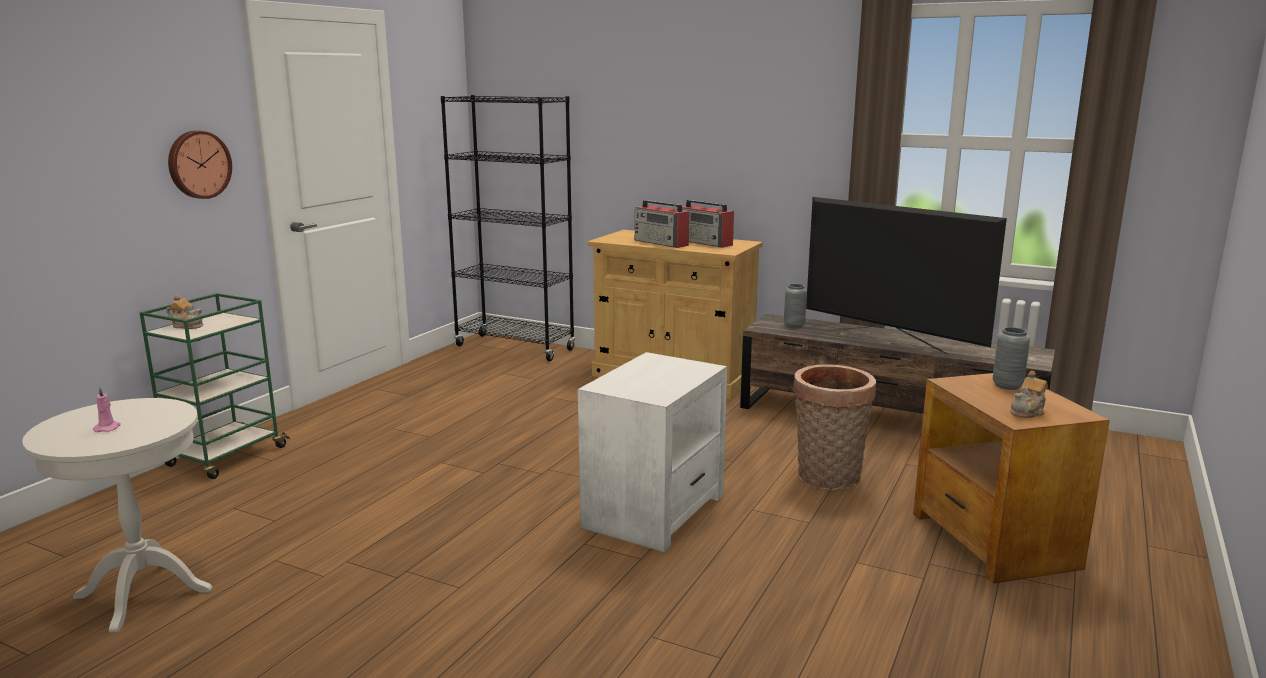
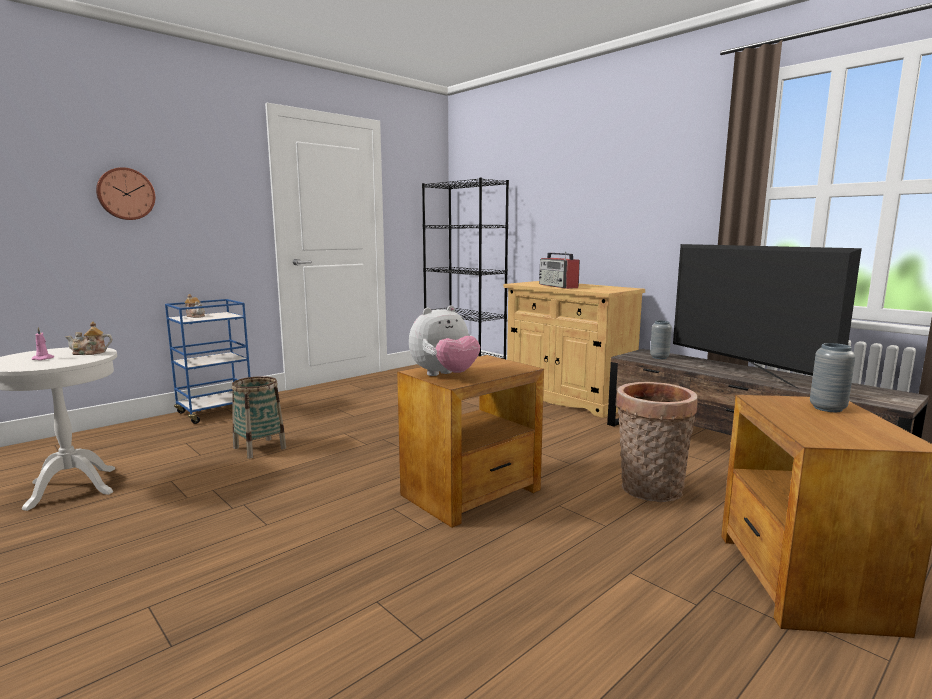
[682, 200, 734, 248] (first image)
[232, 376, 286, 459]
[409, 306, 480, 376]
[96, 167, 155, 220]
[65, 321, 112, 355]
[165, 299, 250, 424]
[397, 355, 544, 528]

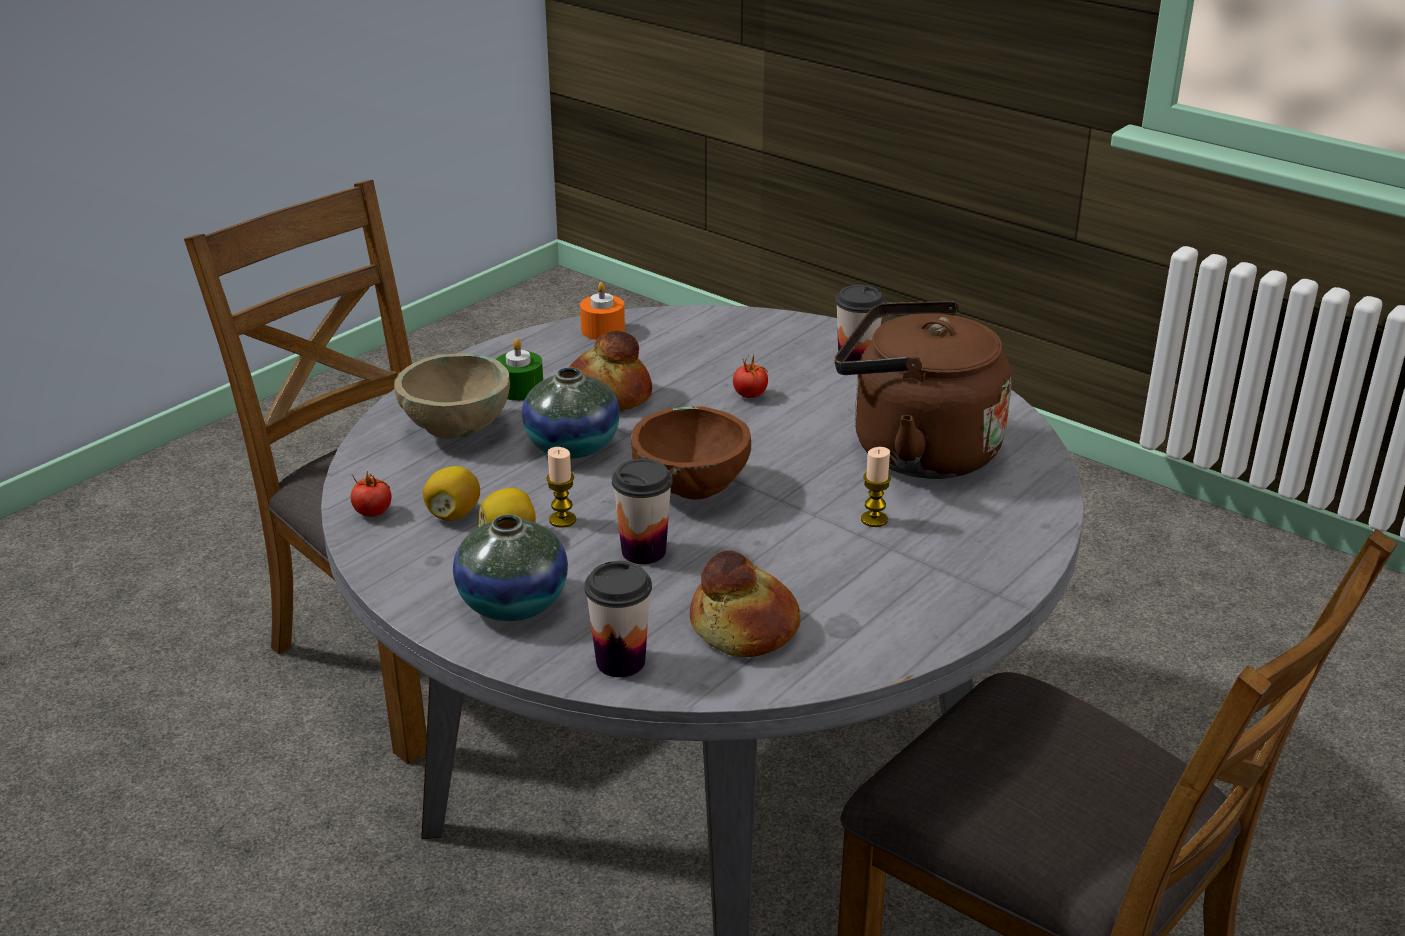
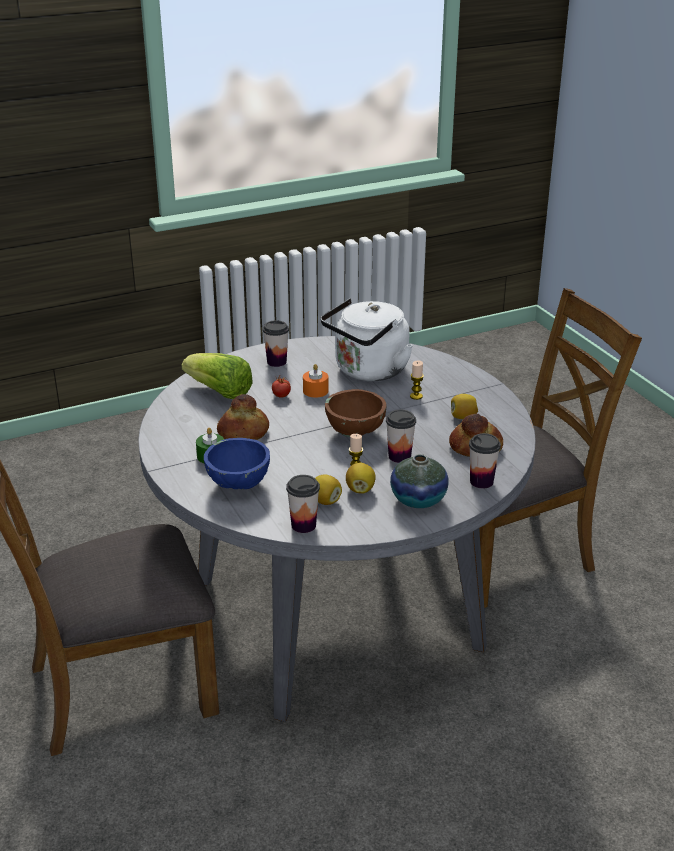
[522, 367, 620, 459] (first image)
[182, 353, 253, 399]
[451, 394, 478, 419]
[303, 364, 329, 398]
[286, 475, 320, 533]
[204, 438, 270, 489]
[321, 298, 413, 381]

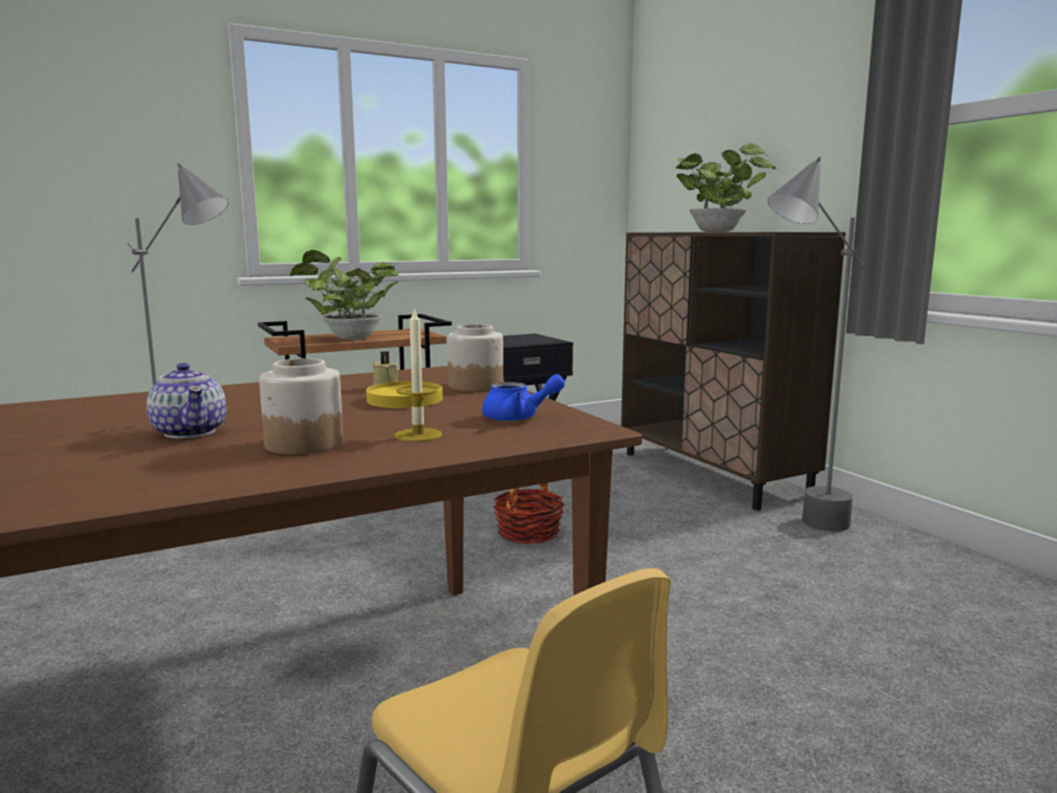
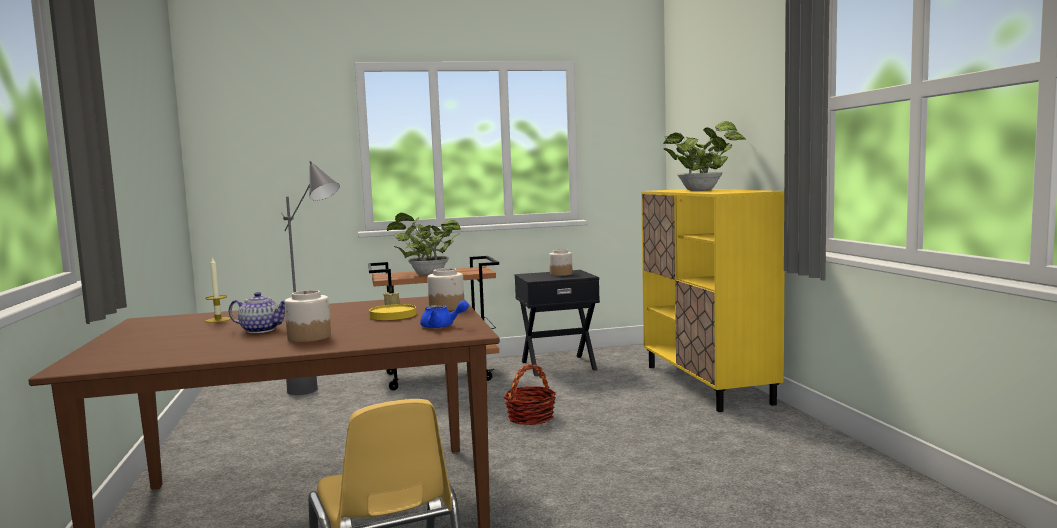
[768, 157, 869, 531] (first image)
[549, 249, 573, 276]
[205, 256, 231, 323]
[641, 189, 784, 412]
[228, 292, 285, 333]

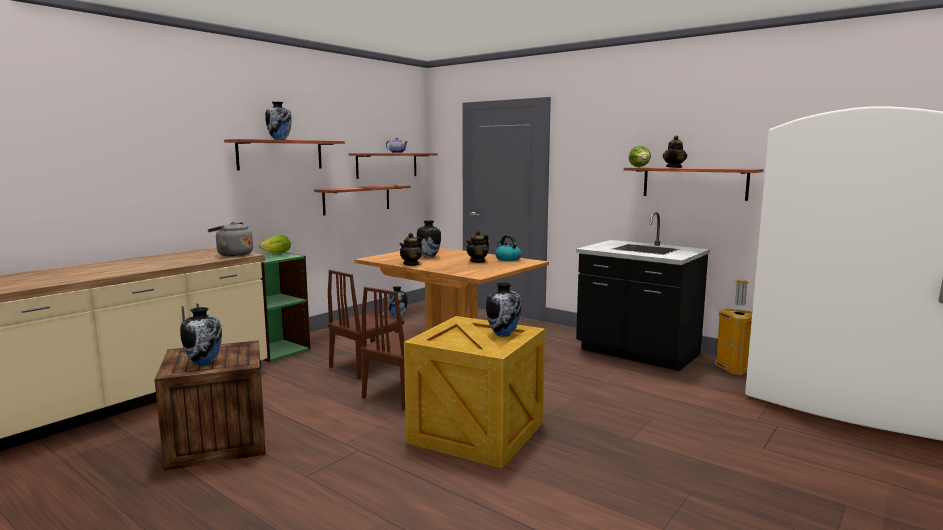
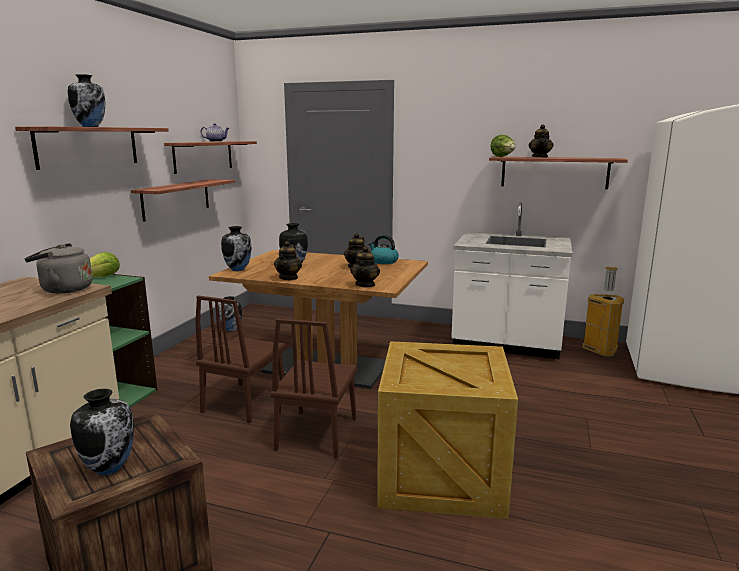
[350, 246, 380, 288]
[221, 226, 252, 271]
[451, 202, 572, 359]

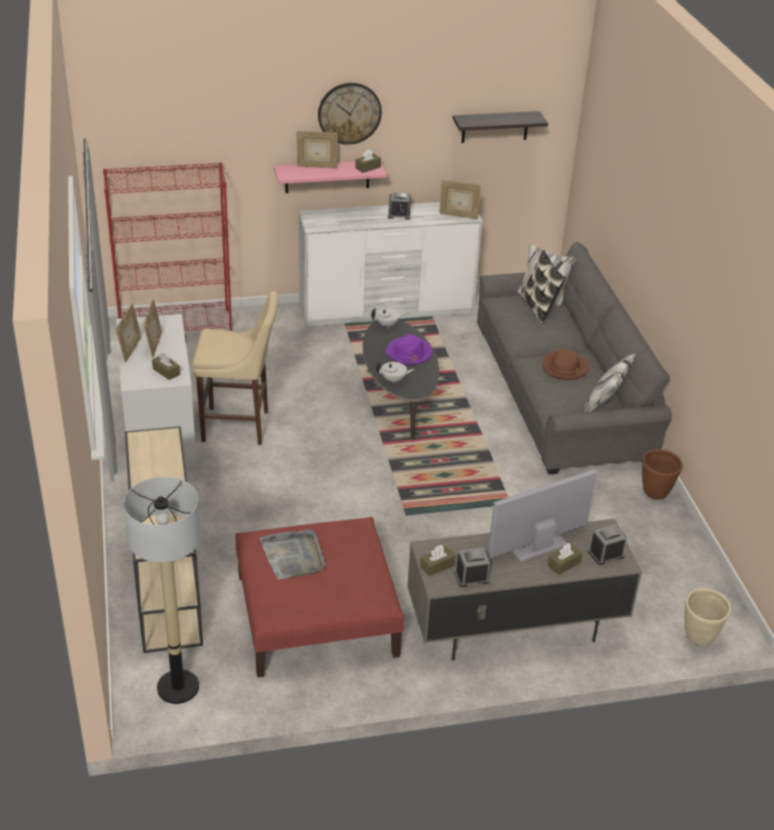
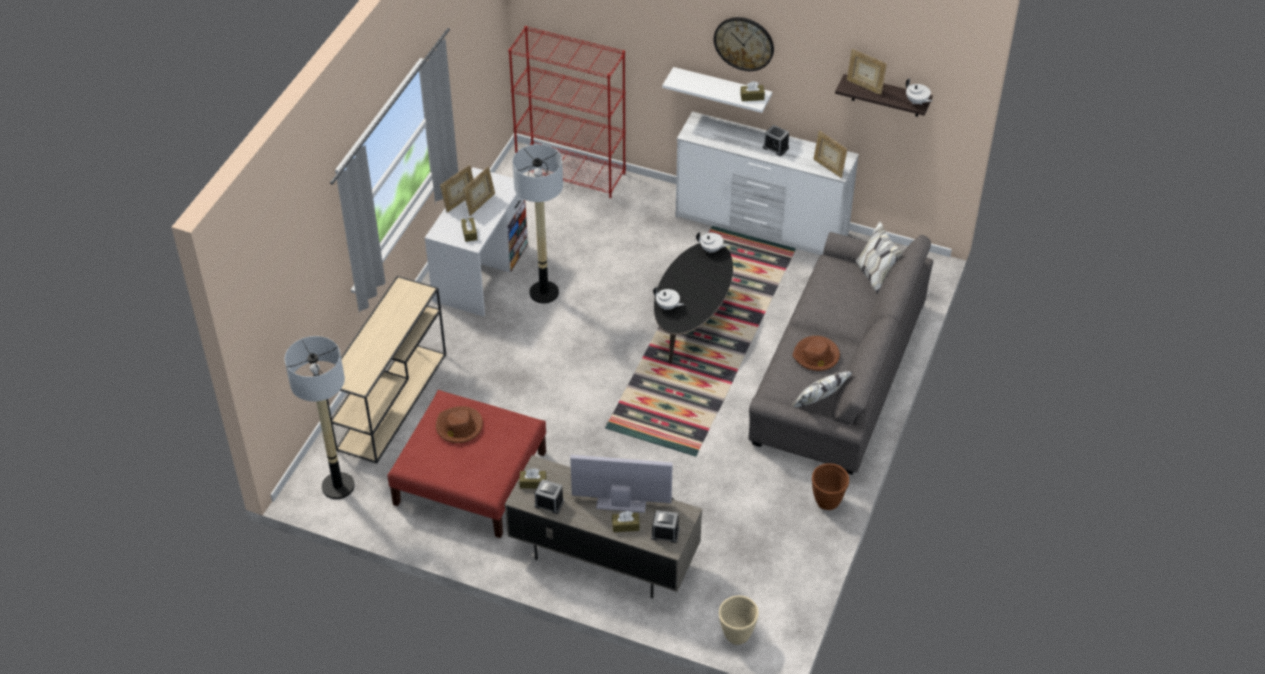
[385, 334, 433, 365] (first image)
[520, 250, 566, 324] (first image)
[906, 78, 933, 105]
[847, 49, 887, 95]
[512, 144, 563, 304]
[436, 406, 483, 443]
[662, 67, 772, 113]

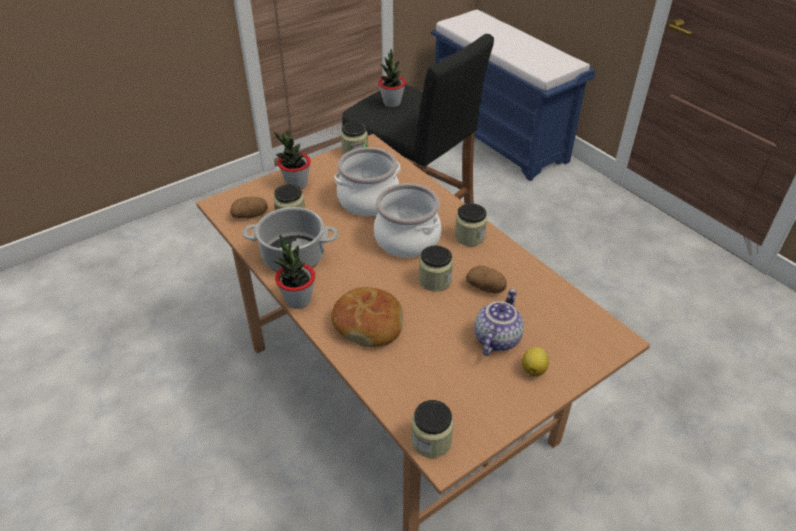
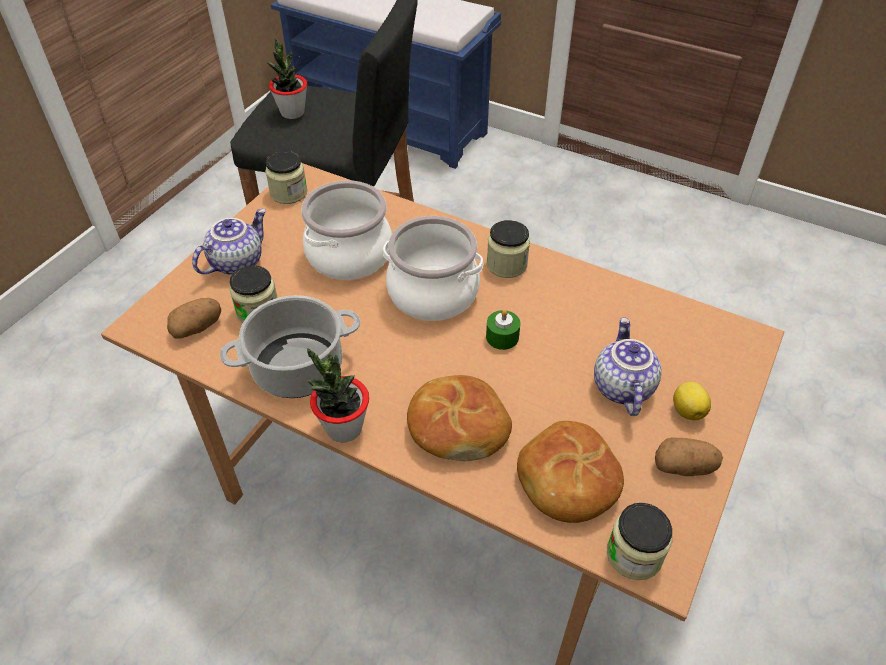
[517, 421, 624, 523]
[655, 438, 723, 476]
[192, 209, 266, 275]
[486, 309, 520, 350]

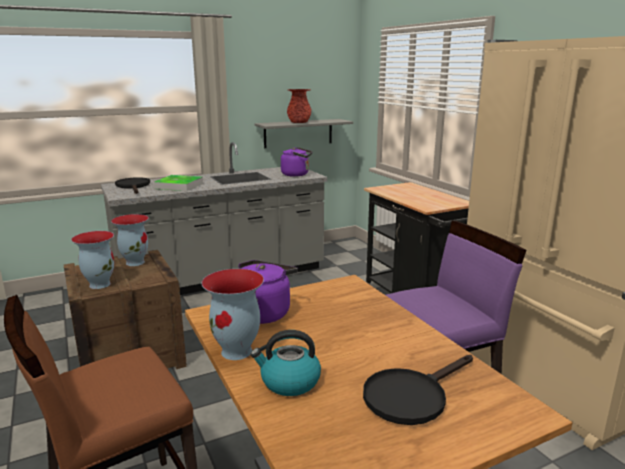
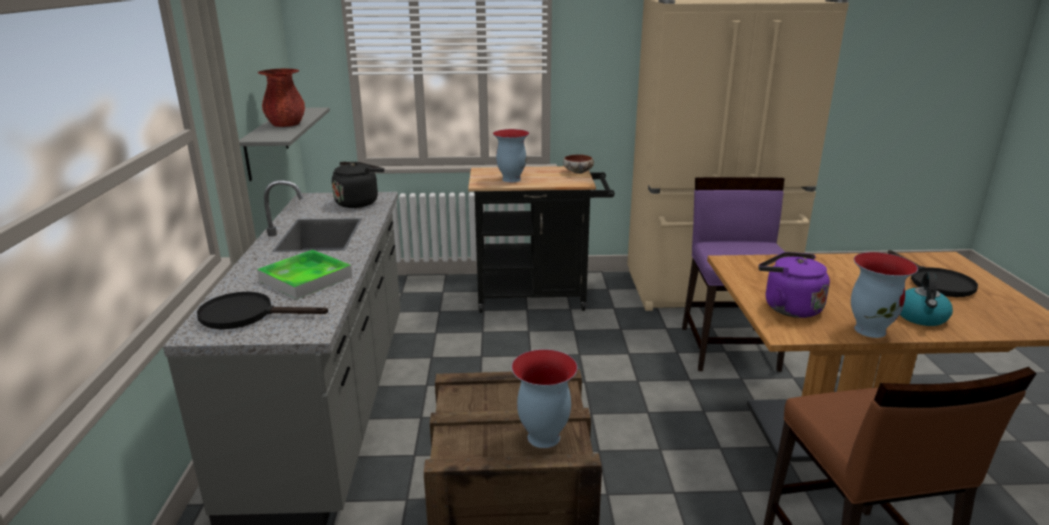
[563, 154, 594, 174]
[493, 129, 529, 182]
[332, 162, 384, 208]

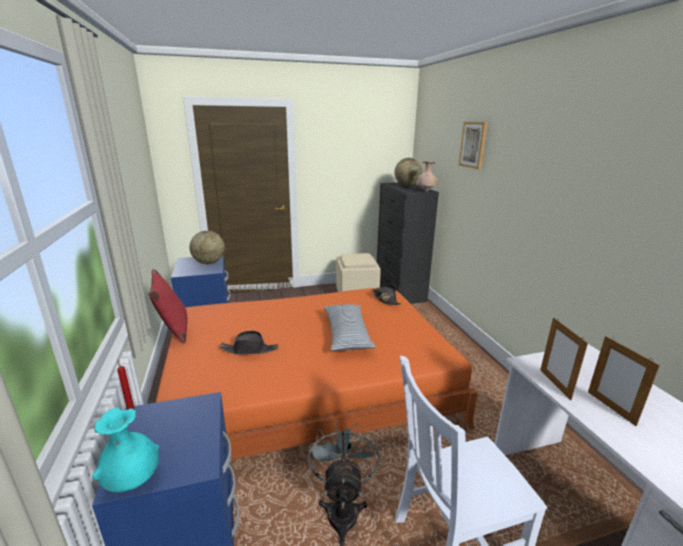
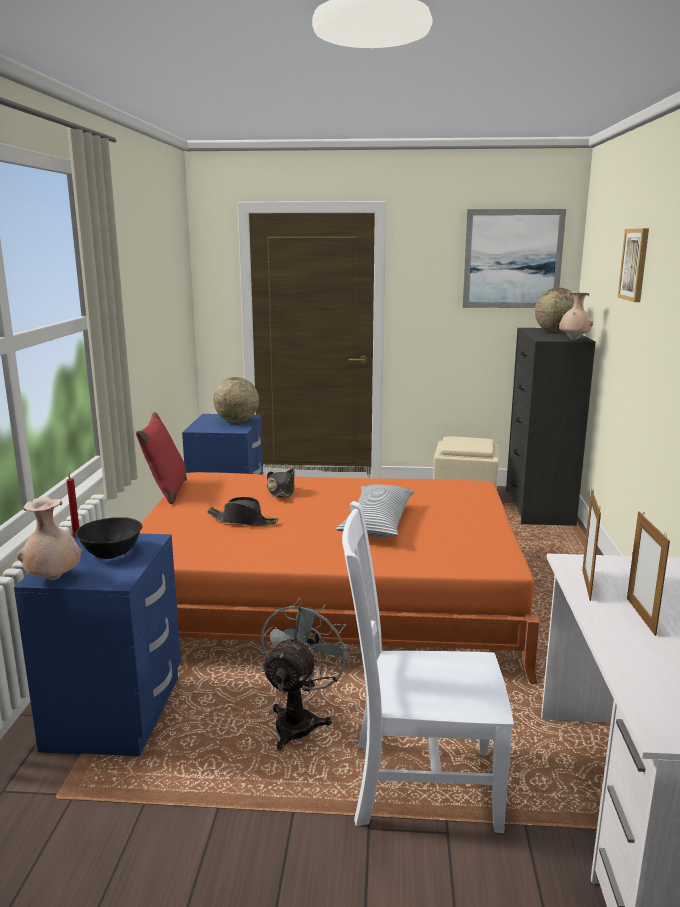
[75, 517, 143, 559]
[463, 209, 566, 308]
[267, 469, 294, 498]
[17, 497, 82, 580]

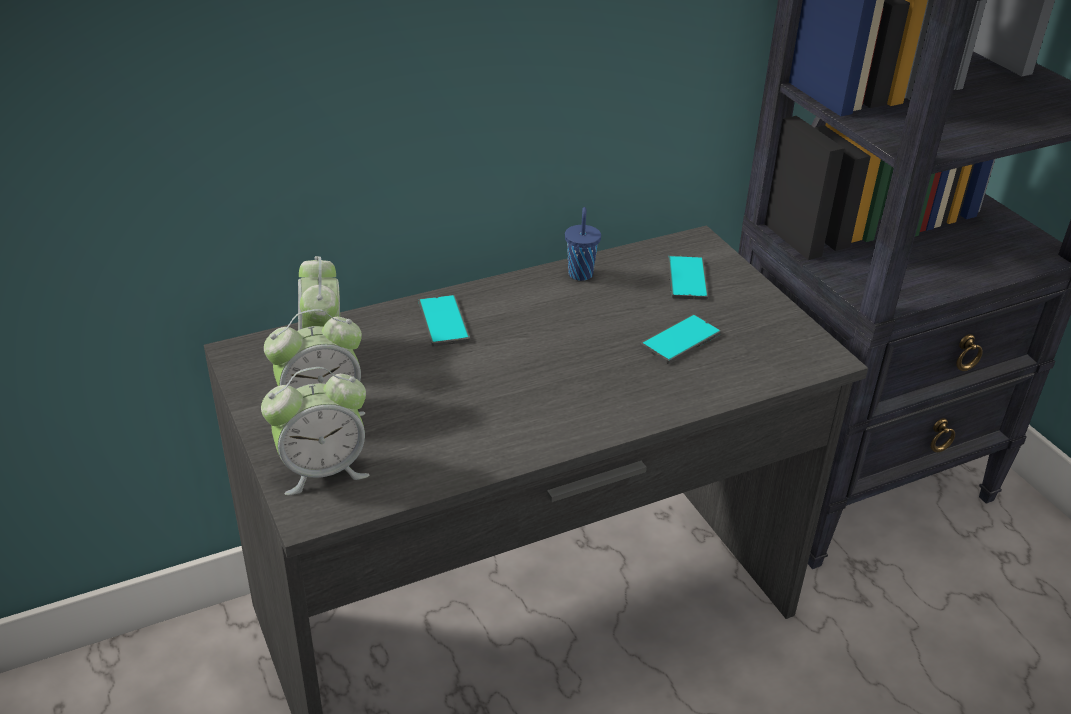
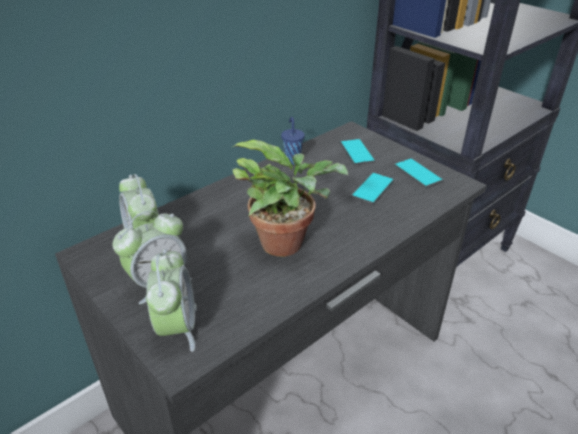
[232, 139, 348, 257]
[394, 158, 444, 189]
[146, 249, 197, 352]

